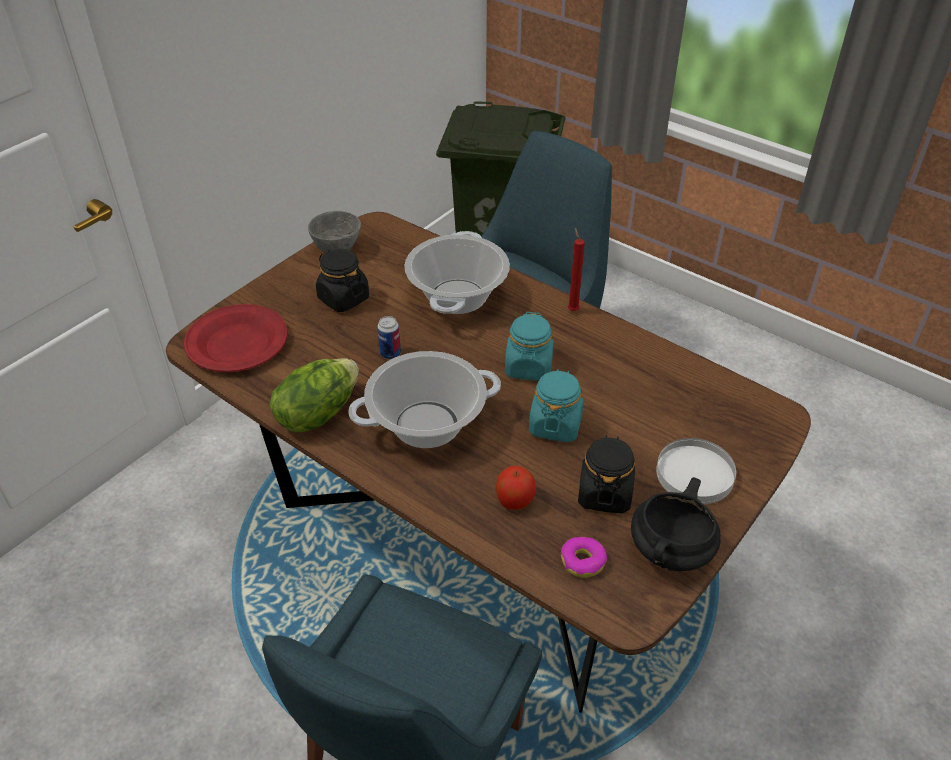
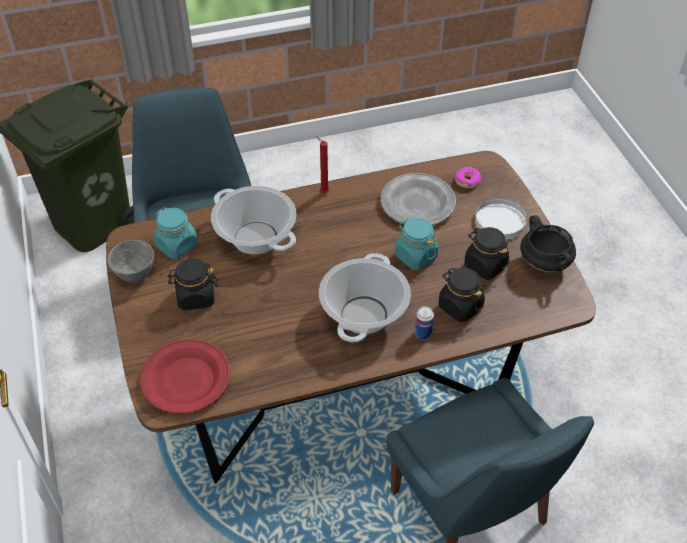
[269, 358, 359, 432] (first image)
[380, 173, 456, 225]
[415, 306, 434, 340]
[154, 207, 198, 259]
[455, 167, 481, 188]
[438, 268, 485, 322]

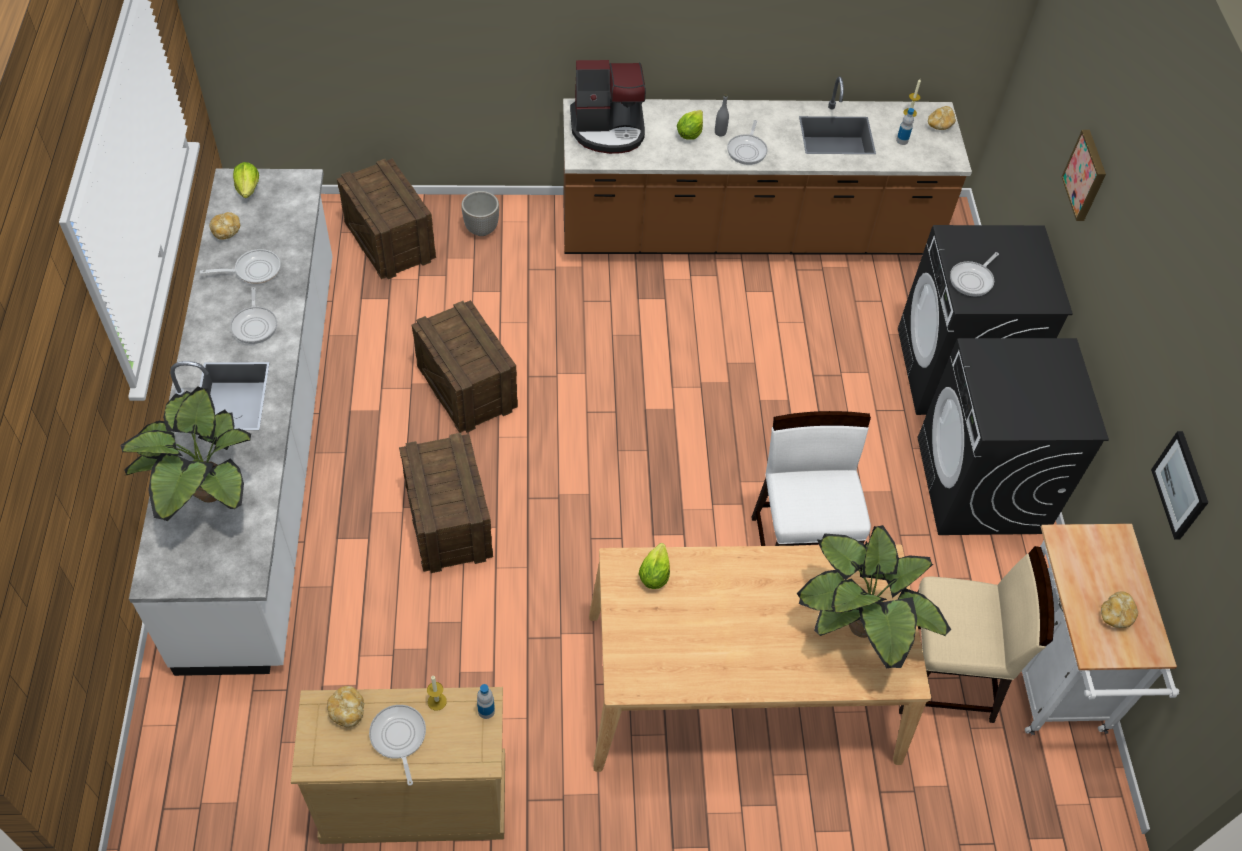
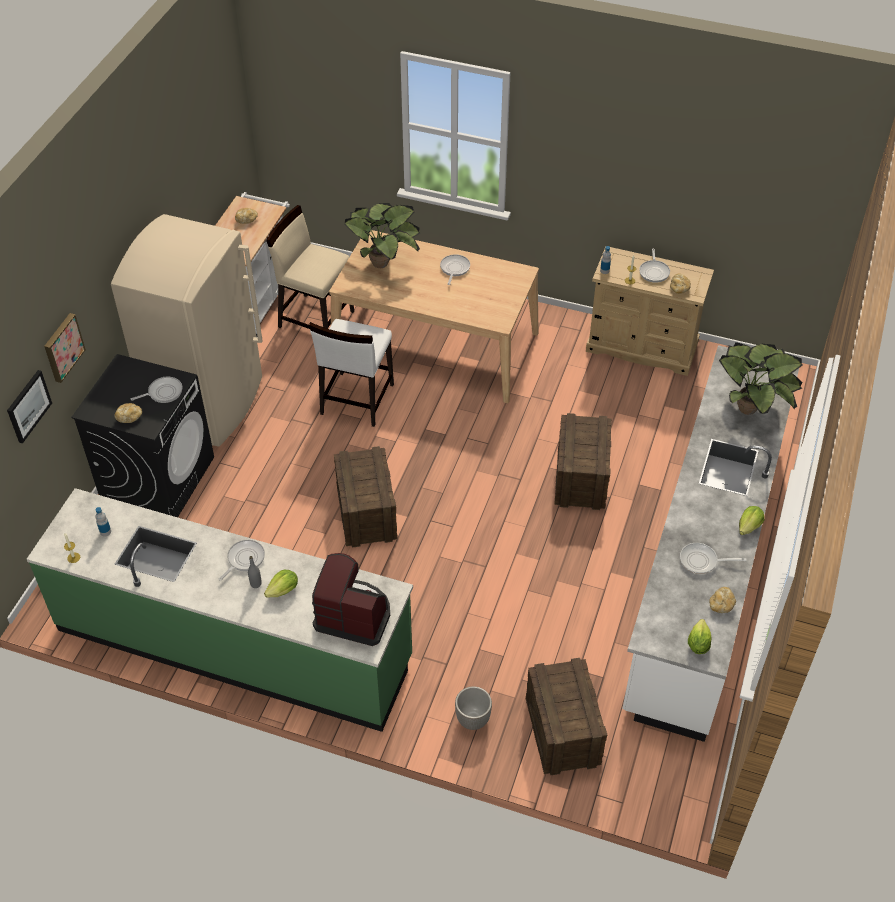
[440, 254, 470, 285]
[334, 446, 398, 548]
[739, 506, 765, 535]
[114, 403, 142, 423]
[7, 370, 52, 443]
[111, 214, 263, 447]
[27, 488, 413, 732]

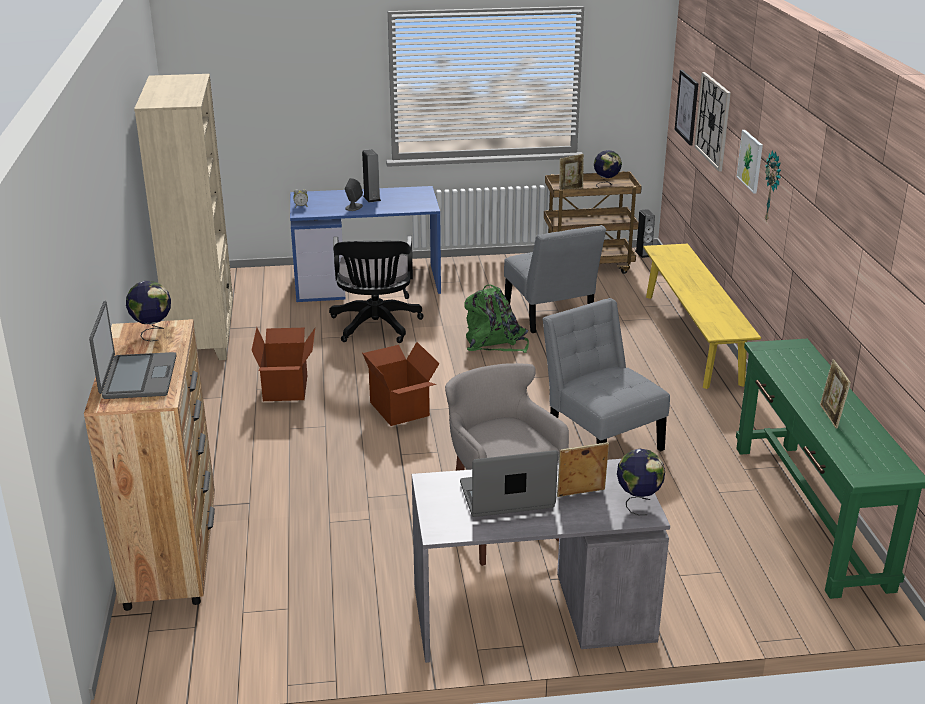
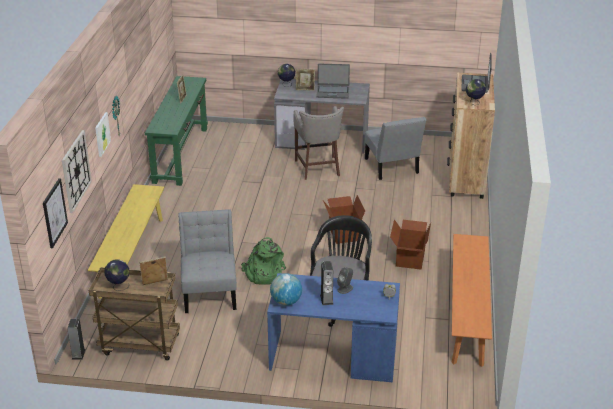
[270, 273, 302, 306]
[365, 117, 426, 180]
[452, 234, 492, 367]

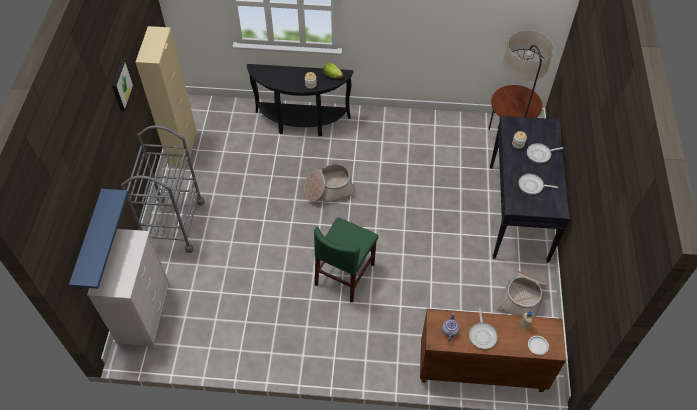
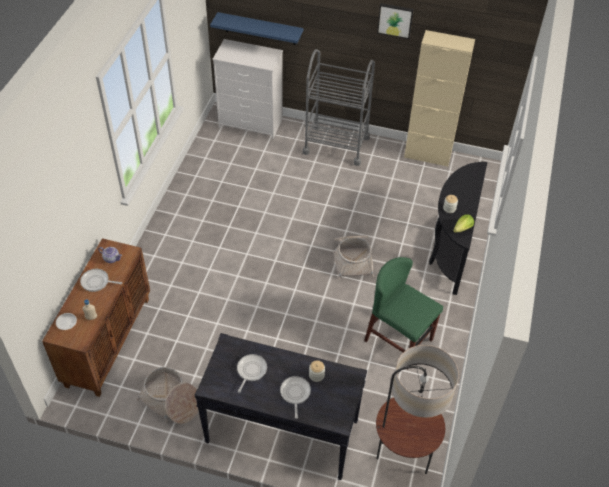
[364, 257, 443, 352]

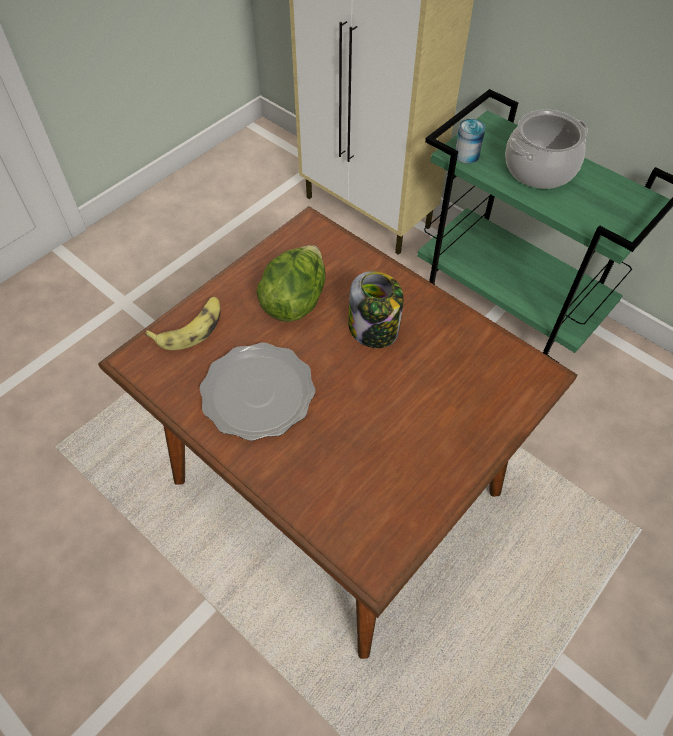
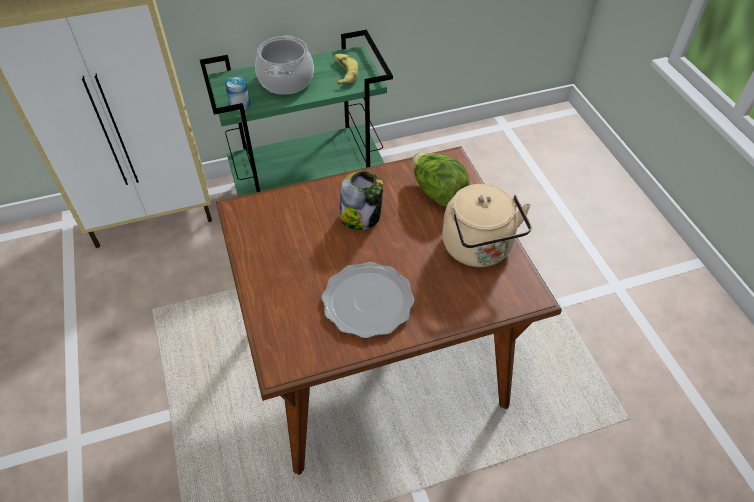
[442, 184, 532, 267]
[334, 54, 358, 84]
[412, 153, 469, 206]

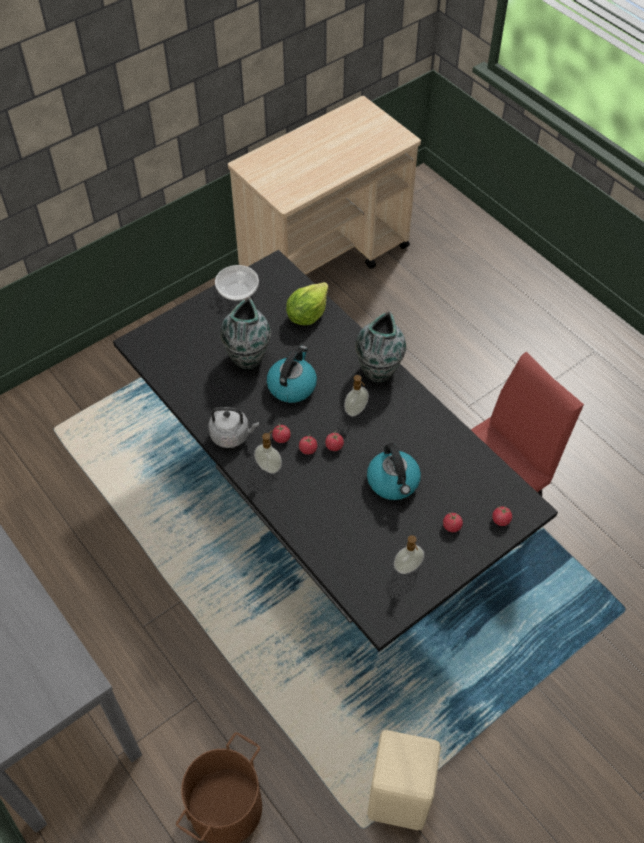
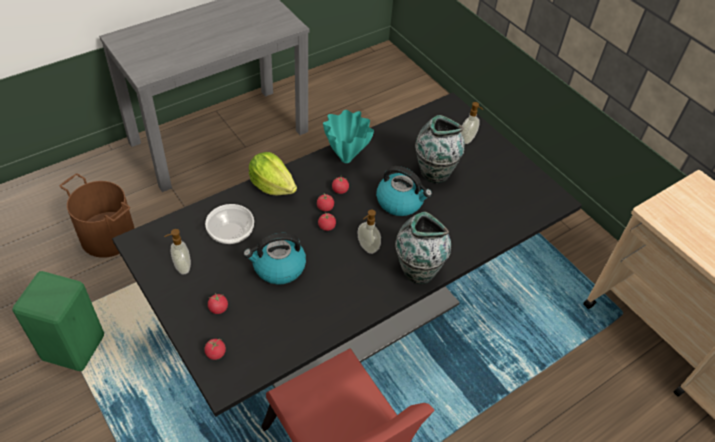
[205, 204, 254, 244]
[461, 102, 483, 144]
[249, 152, 297, 195]
[323, 110, 374, 163]
[13, 271, 104, 371]

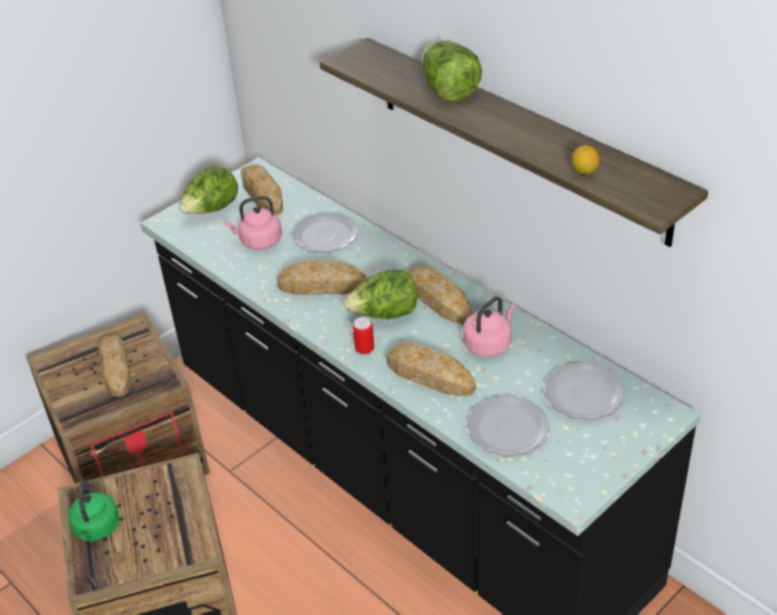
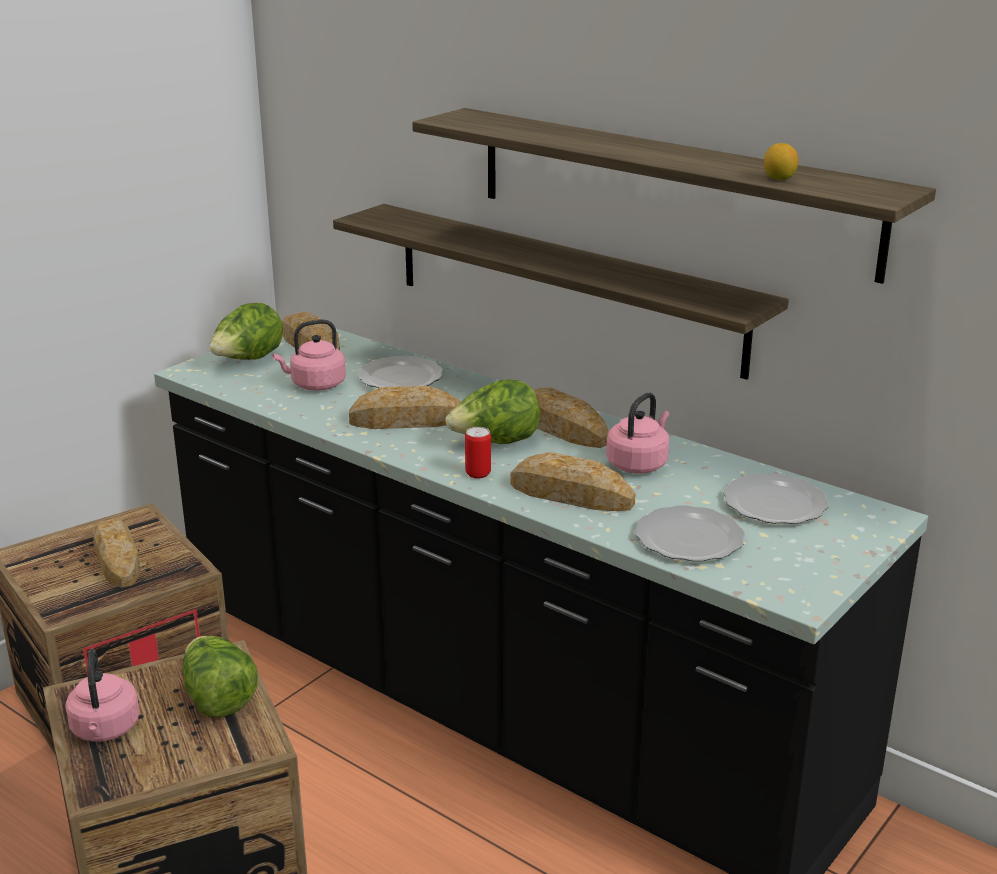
[333, 204, 789, 380]
[183, 636, 258, 718]
[65, 650, 140, 742]

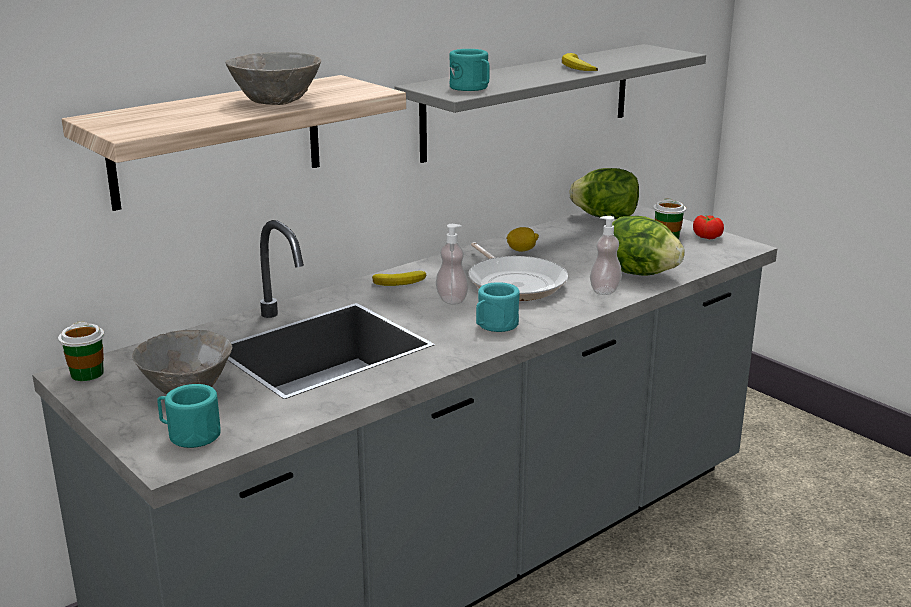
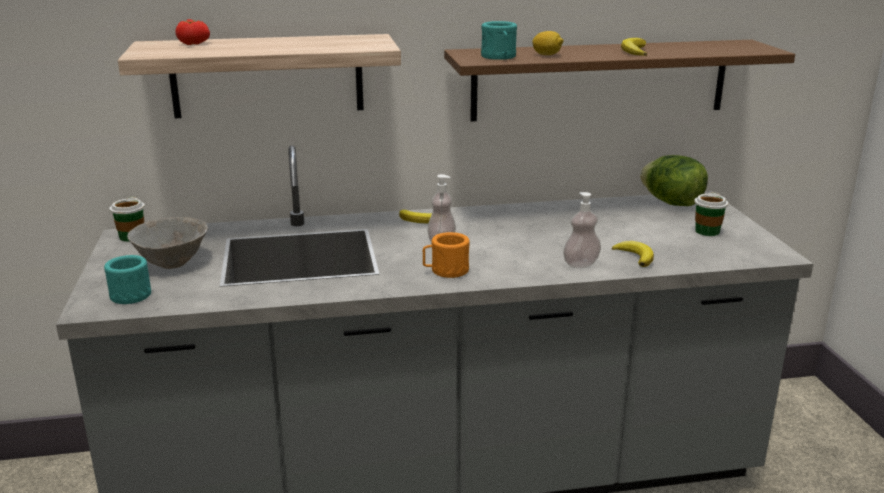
[226, 52, 321, 105] (first image)
[468, 242, 568, 301] (first image)
[532, 31, 564, 55]
[175, 19, 210, 45]
[612, 241, 654, 267]
[444, 40, 795, 122]
[423, 232, 470, 278]

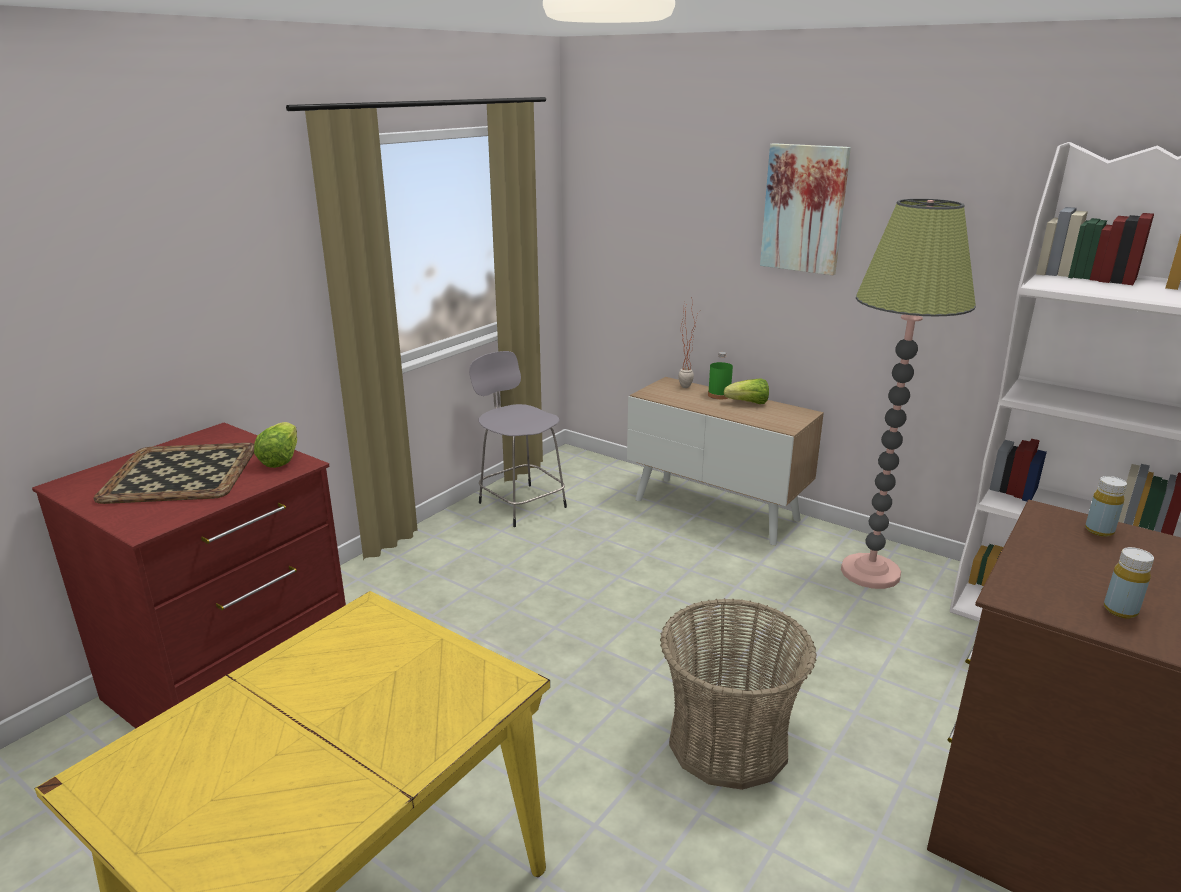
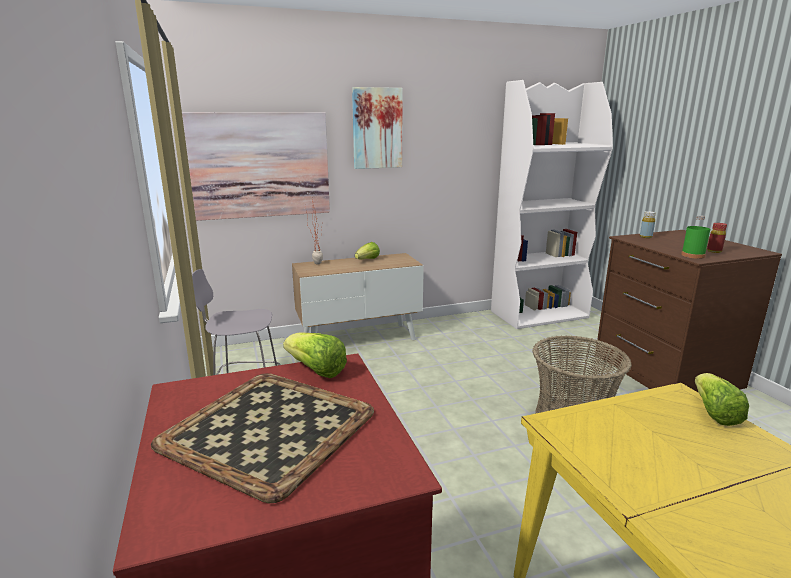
[841, 199, 976, 589] (first image)
[182, 112, 330, 221]
[695, 373, 749, 426]
[681, 215, 710, 259]
[707, 223, 727, 253]

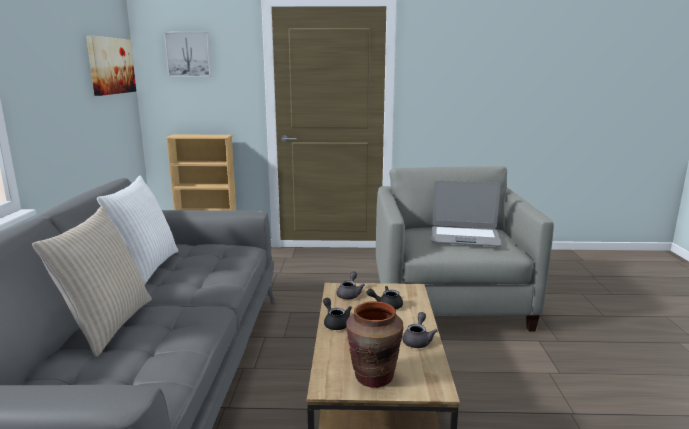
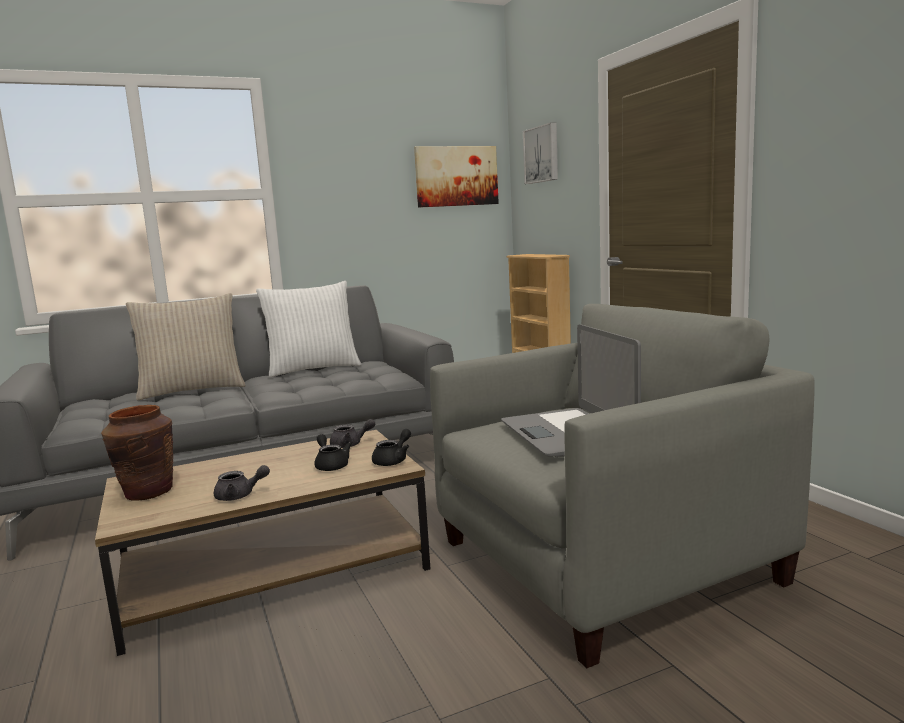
[372, 429, 411, 466]

